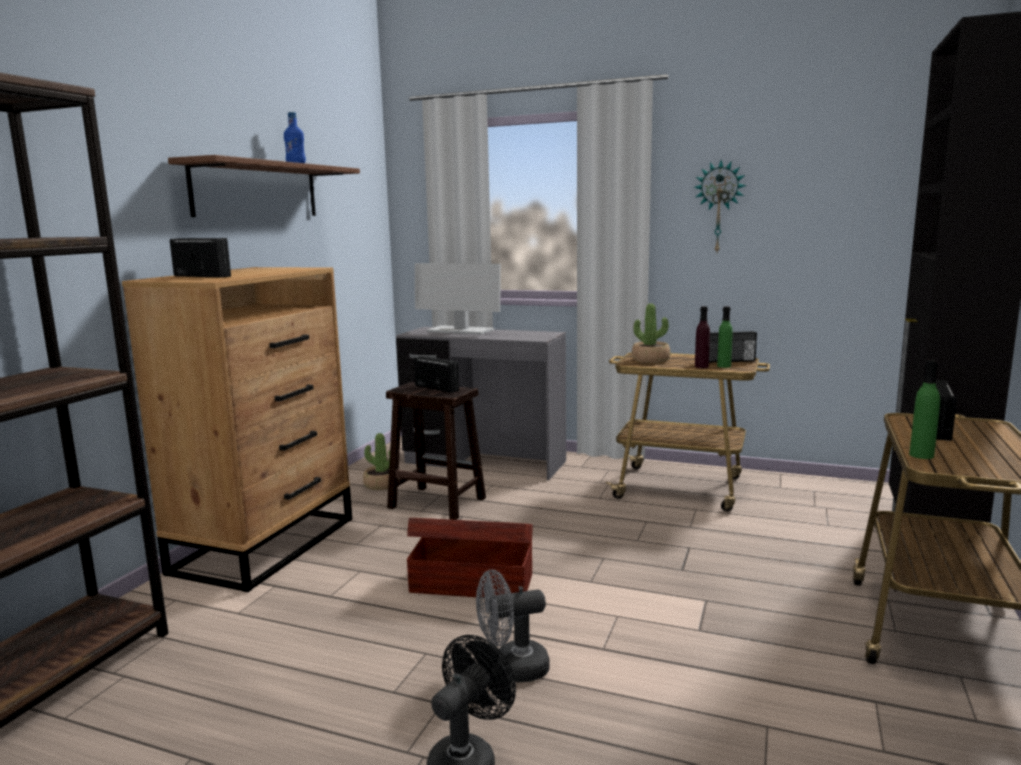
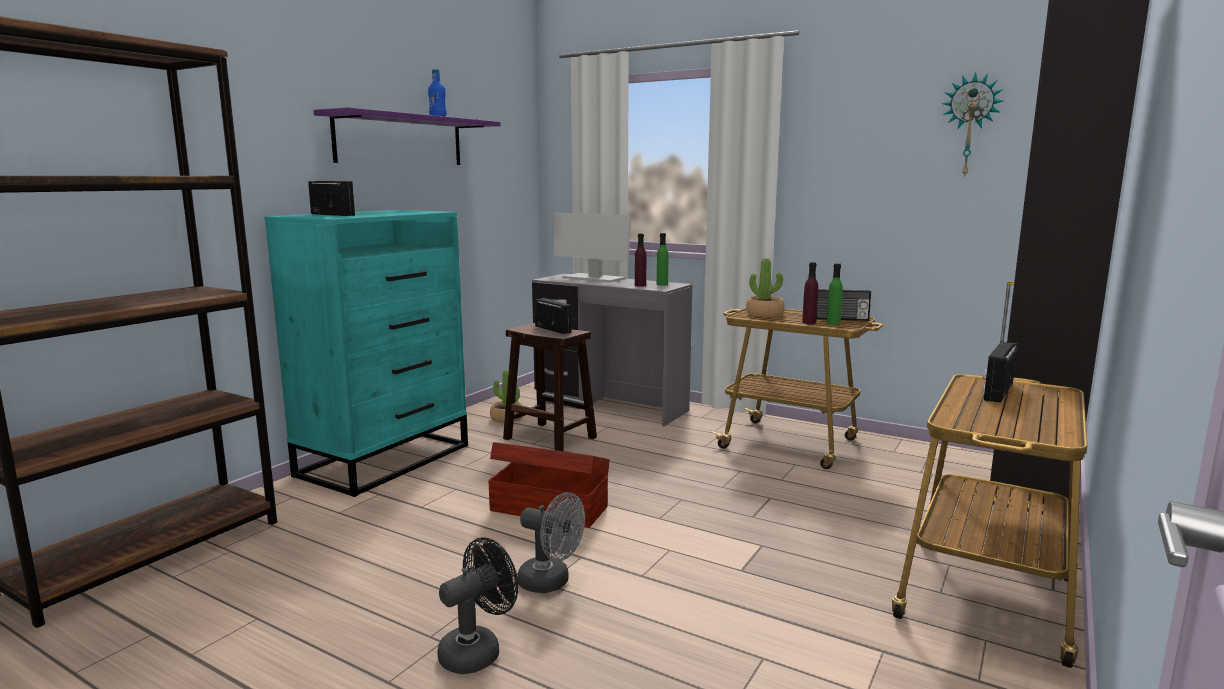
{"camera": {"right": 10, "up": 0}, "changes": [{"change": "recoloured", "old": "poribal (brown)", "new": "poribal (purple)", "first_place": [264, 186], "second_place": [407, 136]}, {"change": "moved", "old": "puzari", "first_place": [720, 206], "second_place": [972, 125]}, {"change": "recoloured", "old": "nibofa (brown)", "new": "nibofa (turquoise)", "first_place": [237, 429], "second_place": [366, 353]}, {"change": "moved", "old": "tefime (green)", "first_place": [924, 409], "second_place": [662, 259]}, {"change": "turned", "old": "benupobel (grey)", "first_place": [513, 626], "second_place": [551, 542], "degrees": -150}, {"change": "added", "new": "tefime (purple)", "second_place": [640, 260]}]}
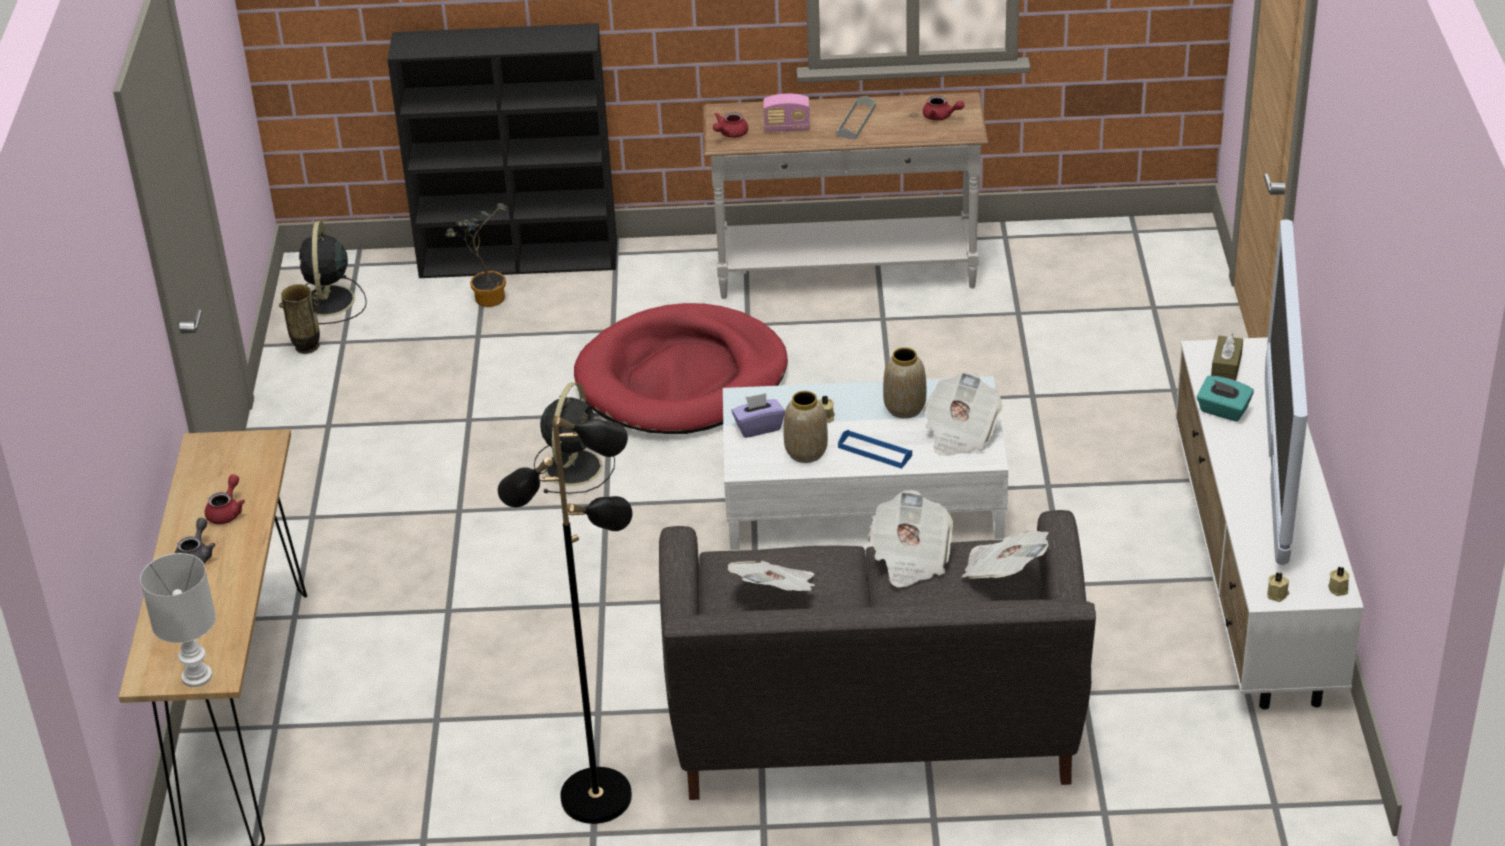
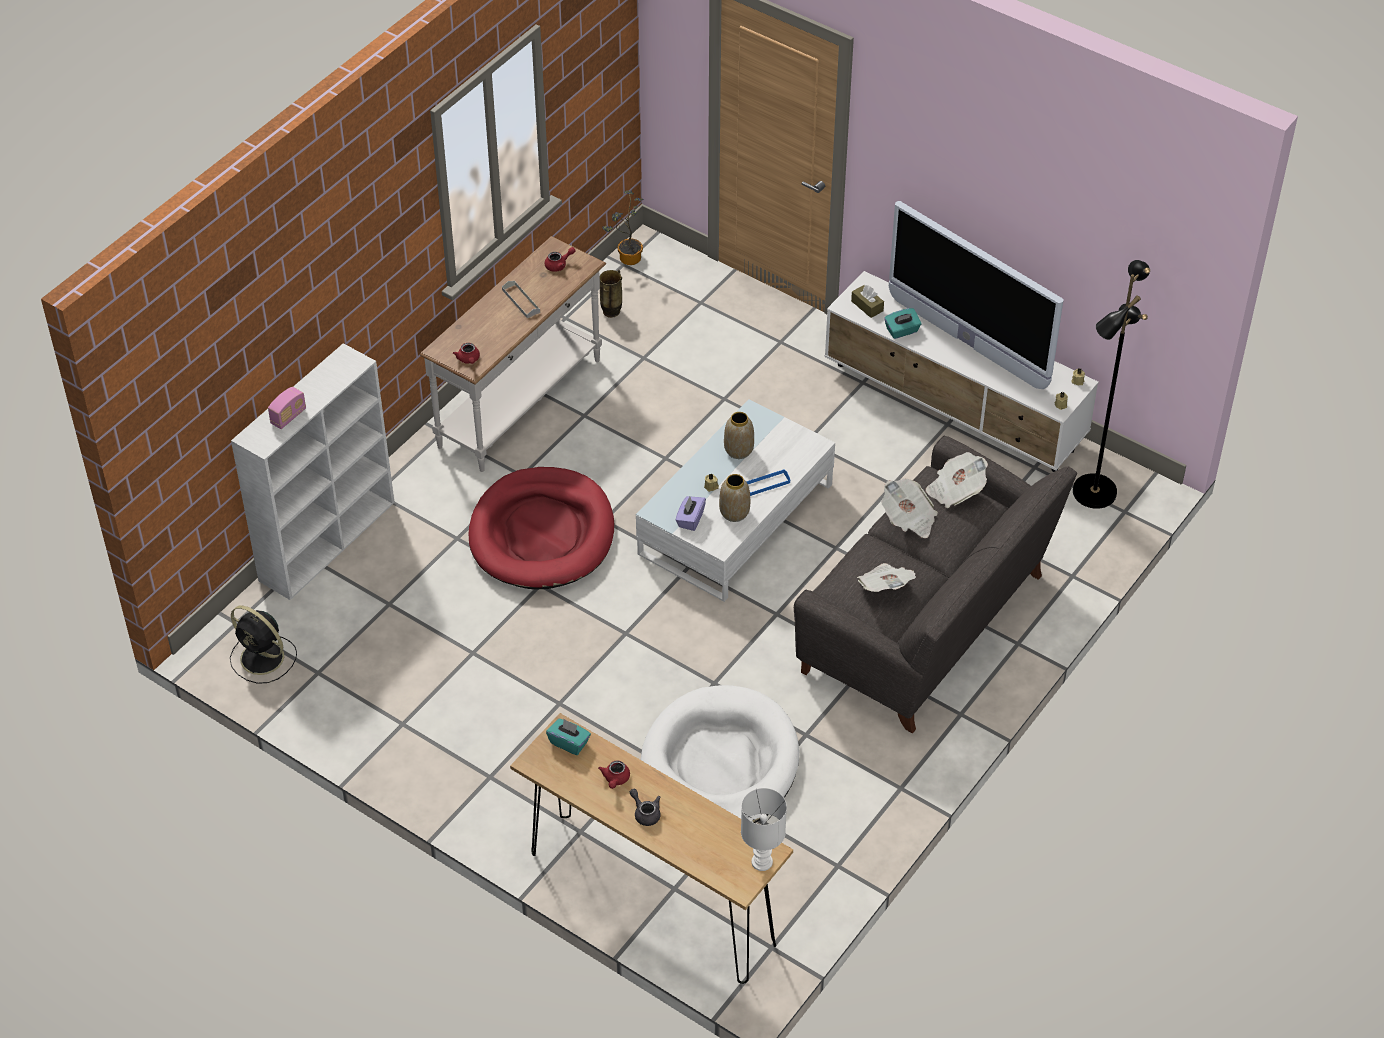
{"camera": {"right": -55, "up": 10}, "changes": [{"change": "recoloured", "old": "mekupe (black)", "new": "mekupe (white)", "first_place": [502, 150], "second_place": [313, 471]}, {"change": "moved", "old": "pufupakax", "first_place": [786, 113], "second_place": [287, 408]}, {"change": "moved", "old": "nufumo", "first_place": [476, 255], "second_place": [623, 227]}, {"change": "moved", "old": "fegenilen", "first_place": [299, 319], "second_place": [611, 294]}, {"change": "removed", "old": "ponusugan", "first_place": [963, 414]}, {"change": "removed", "old": "benupobel (black)", "first_place": [574, 438]}, {"change": "moved", "old": "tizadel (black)", "first_place": [565, 620], "second_place": [1111, 384]}, {"change": "turned", "old": "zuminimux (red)", "first_place": [225, 499], "second_place": [614, 774], "degrees": -135}, {"change": "added", "new": "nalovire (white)", "second_place": [720, 754]}, {"change": "added", "new": "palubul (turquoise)", "second_place": [568, 737]}]}
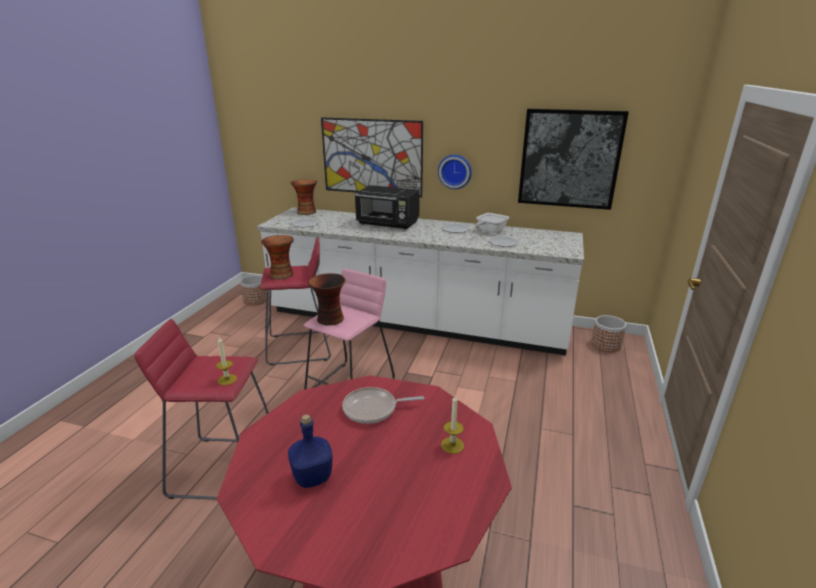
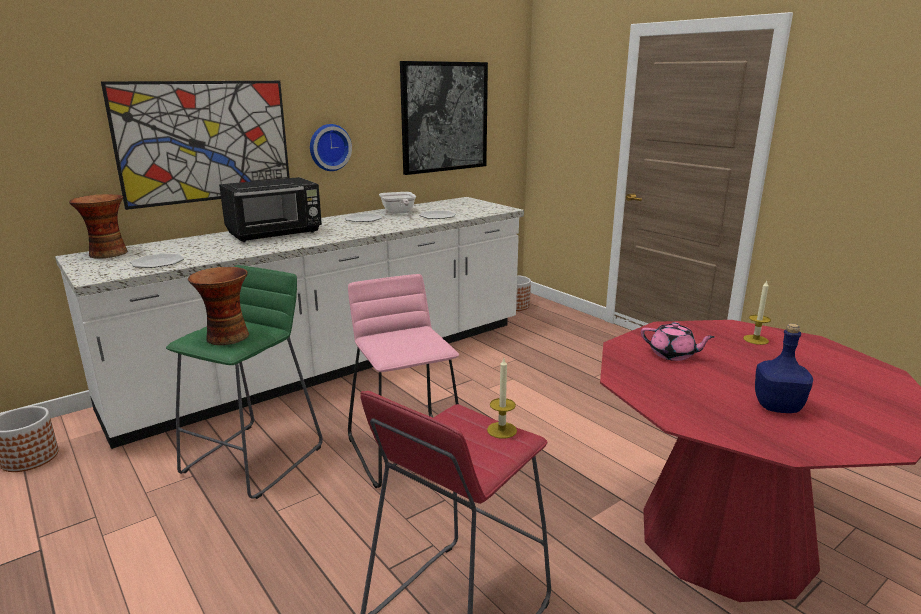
{"camera": {"right": -55, "up": -5}, "changes": [{"change": "recoloured", "old": "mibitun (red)", "new": "mibitun (green)", "first_place": [295, 301], "second_place": [244, 382]}, {"change": "removed", "old": "fegenilen", "first_place": [327, 299]}, {"change": "replaced", "old": "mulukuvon", "new": "zuminimux (pink)", "first_place": [383, 405], "second_place": [678, 341]}]}
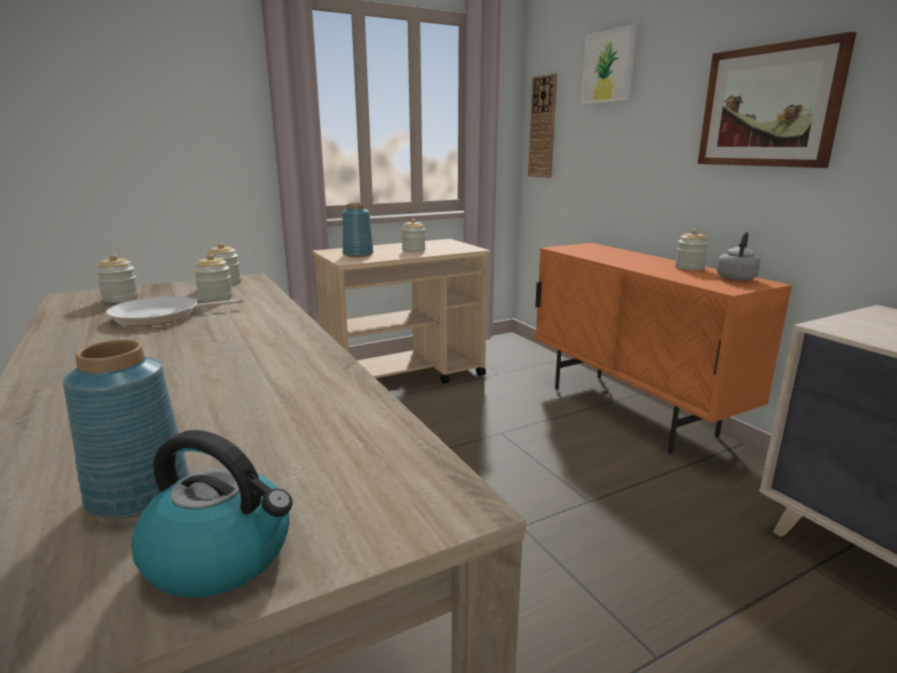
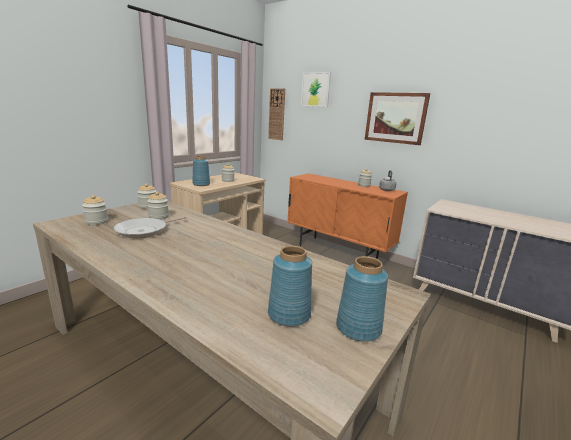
{"camera": {"right": -25, "up": 0}, "changes": [{"change": "replaced", "old": "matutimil", "new": "fegenilen (blue)", "first_place": [211, 514], "second_place": [362, 299]}]}
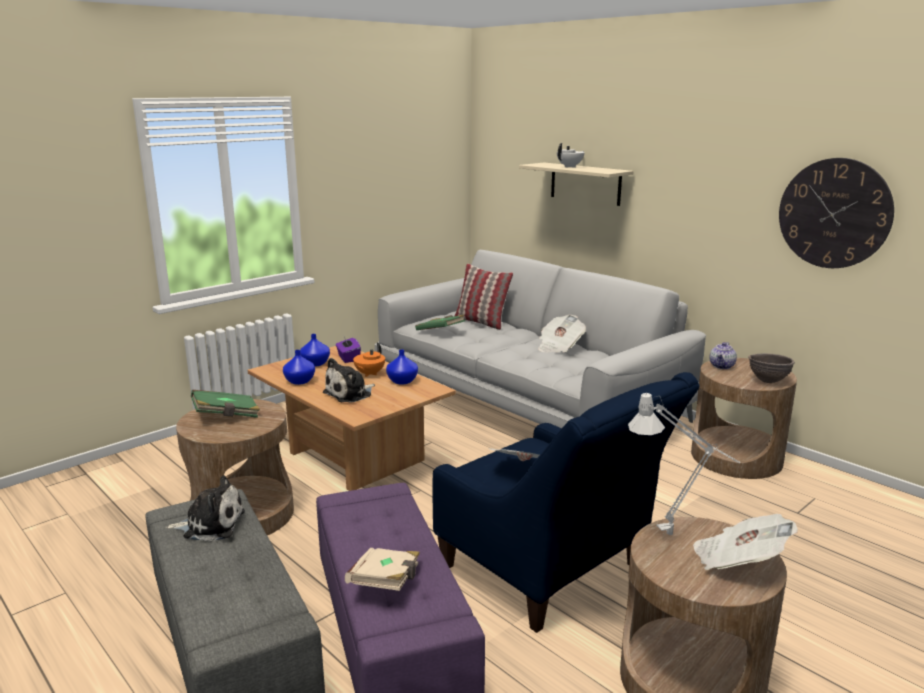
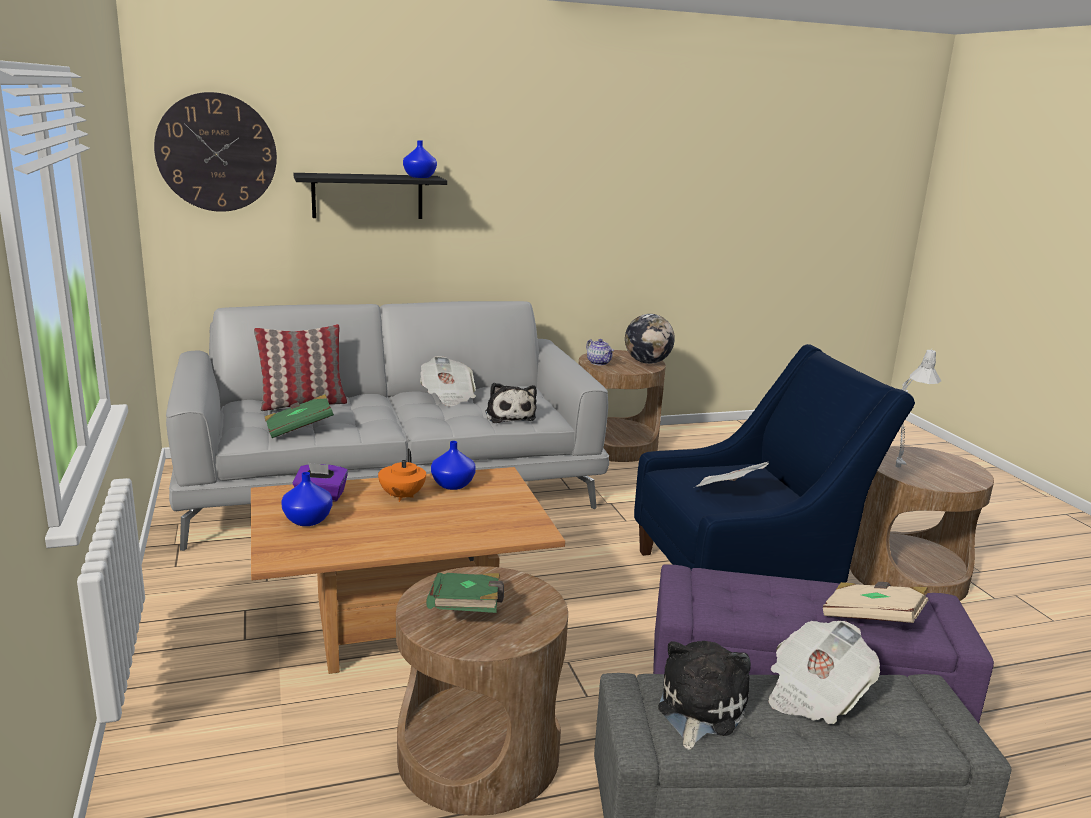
{"camera": {"right": -65, "up": 0}, "changes": [{"change": "removed", "old": "zuminimux (white)", "first_place": [570, 155]}, {"change": "moved", "old": "puzari", "first_place": [836, 213], "second_place": [215, 152]}, {"change": "recoloured", "old": "poribal (beige)", "new": "poribal (black)", "first_place": [576, 184], "second_place": [370, 196]}, {"change": "turned", "old": "zuminimux (orange)", "first_place": [369, 360], "second_place": [402, 475], "degrees": 45}, {"change": "moved", "old": "fegenilen (blue)", "first_place": [299, 367], "second_place": [420, 159]}, {"change": "replaced", "old": "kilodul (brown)", "new": "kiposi", "first_place": [771, 368], "second_place": [650, 339]}, {"change": "moved", "old": "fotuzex", "first_place": [349, 380], "second_place": [511, 403]}, {"change": "moved", "old": "ponusugan", "first_place": [745, 542], "second_place": [824, 672]}]}
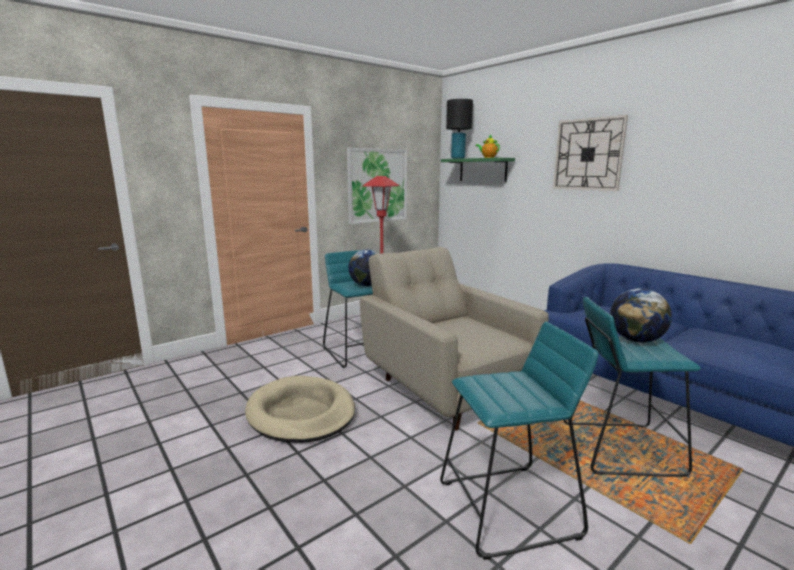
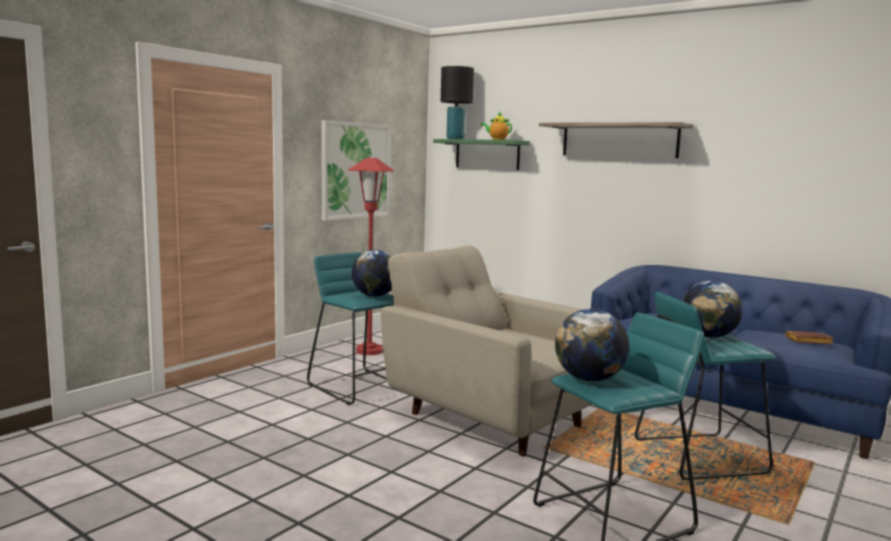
{"camera": {"right": -15, "up": -5}, "changes": [{"change": "replaced", "old": "puzari", "new": "poribal", "first_place": [590, 153], "second_place": [616, 140]}, {"change": "removed", "old": "nalovire (beige)", "first_place": [300, 409]}, {"change": "added", "new": "kiposi", "second_place": [592, 345]}, {"change": "added", "new": "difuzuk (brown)", "second_place": [809, 337]}]}
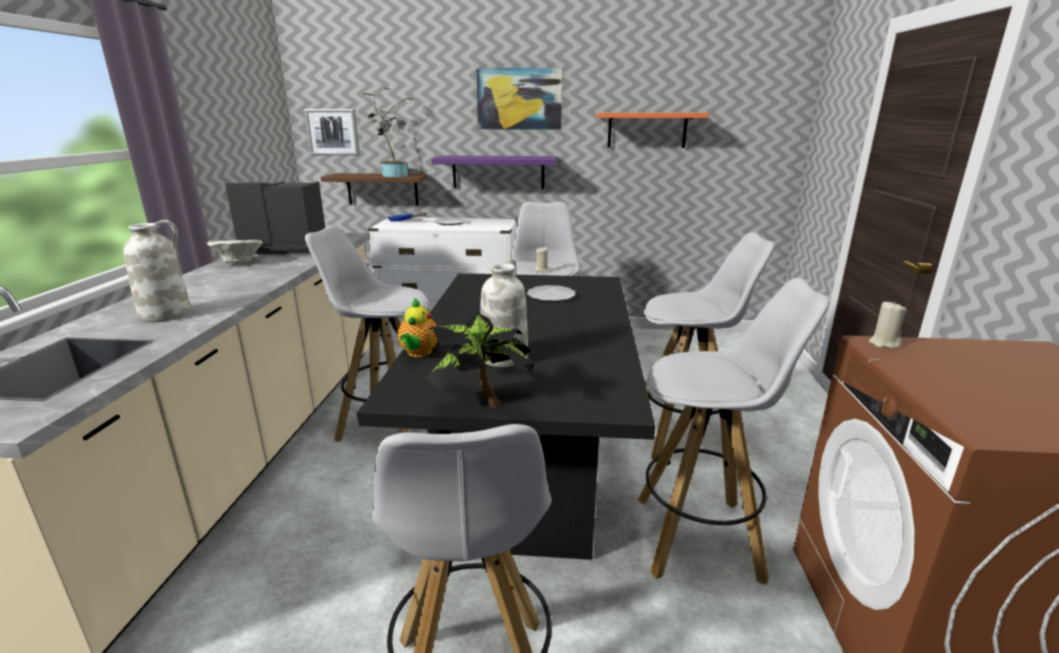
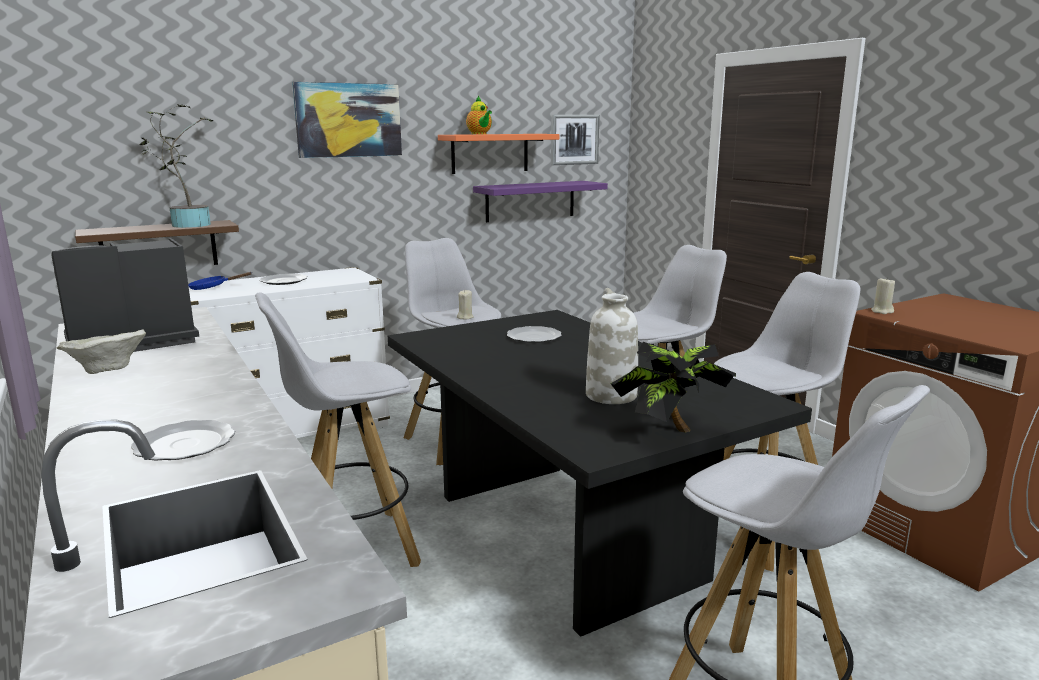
{"camera": {"right": -35, "up": -5}, "changes": [{"change": "moved", "old": "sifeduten", "first_place": [332, 132], "second_place": [575, 140]}, {"change": "moved", "old": "poribal (purple)", "first_place": [494, 172], "second_place": [540, 201]}, {"change": "replaced", "old": "fegenilen (white)", "new": "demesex", "first_place": [157, 271], "second_place": [183, 440]}, {"change": "moved", "old": "zuminimux", "first_place": [417, 328], "second_place": [479, 115]}]}
